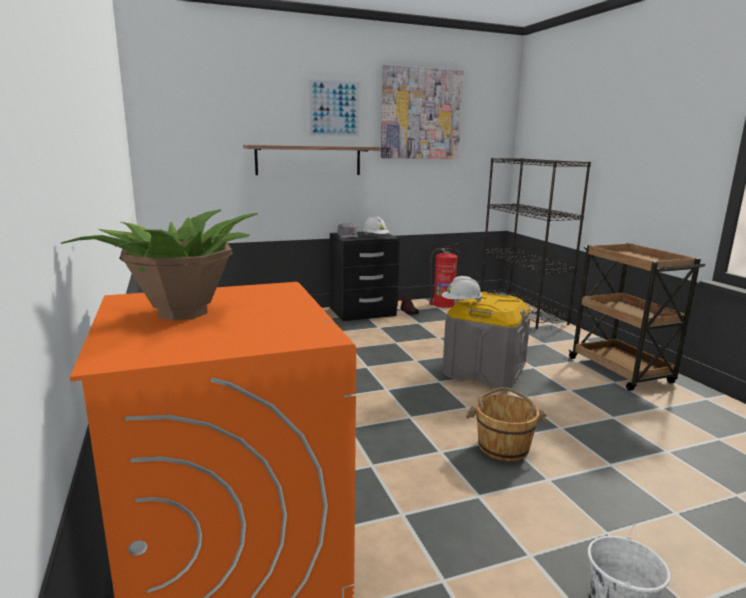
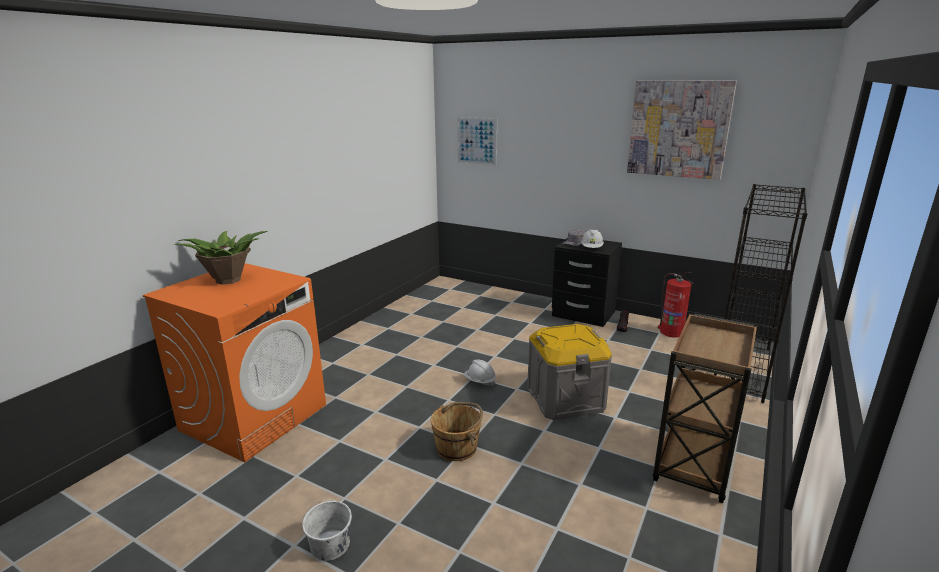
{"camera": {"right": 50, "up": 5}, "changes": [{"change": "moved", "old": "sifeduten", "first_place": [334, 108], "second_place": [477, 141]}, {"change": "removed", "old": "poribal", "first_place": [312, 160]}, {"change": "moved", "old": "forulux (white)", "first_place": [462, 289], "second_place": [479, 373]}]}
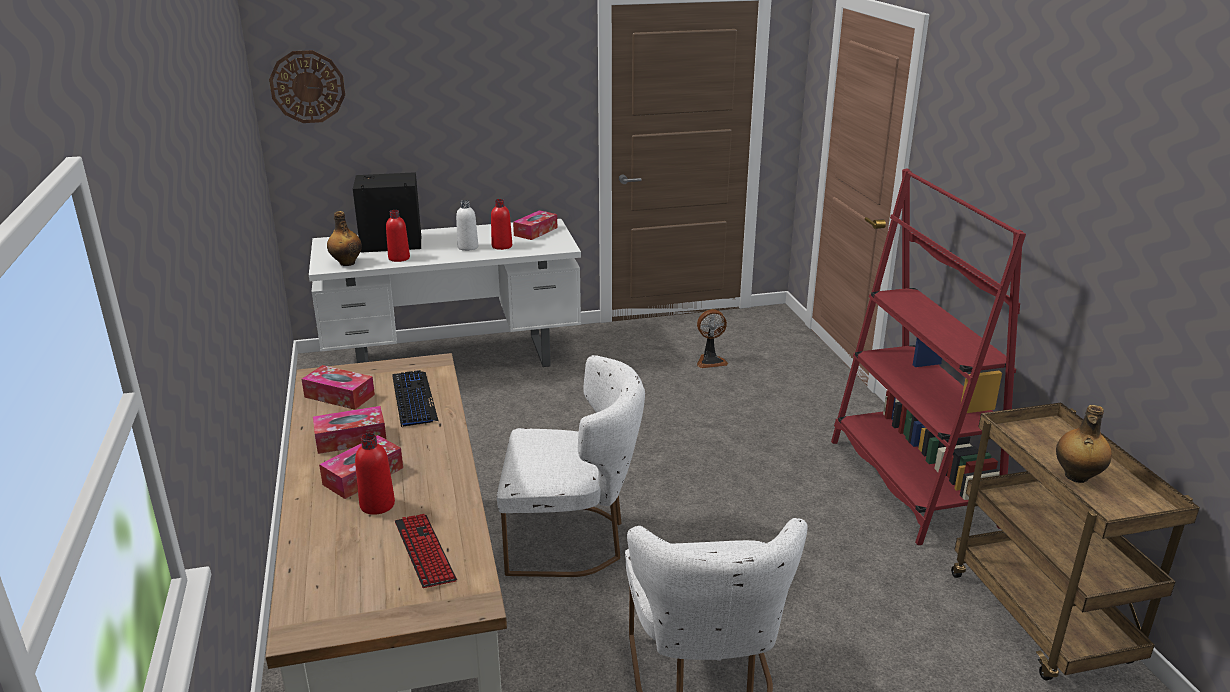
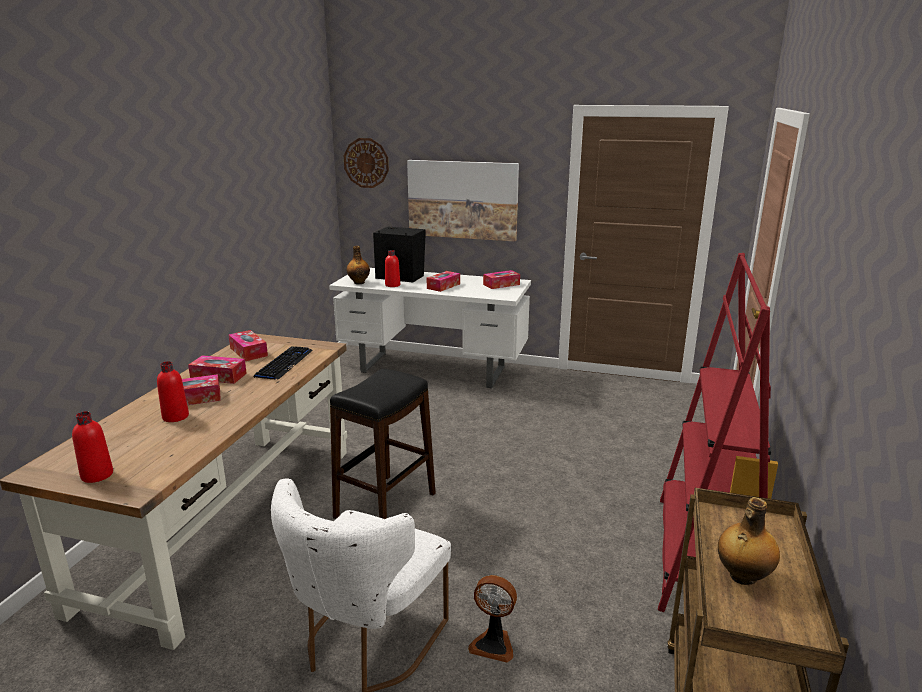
{"camera": {"right": 30, "up": -5}, "changes": [{"change": "moved", "old": "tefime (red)", "first_place": [501, 224], "second_place": [92, 447]}, {"change": "replaced", "old": "tefime (white)", "new": "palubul", "first_place": [467, 225], "second_place": [443, 281]}, {"change": "moved", "old": "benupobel", "first_place": [712, 338], "second_place": [492, 619]}, {"change": "replaced", "old": "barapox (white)", "new": "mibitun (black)", "first_place": [571, 466], "second_place": [383, 443]}, {"change": "removed", "old": "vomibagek", "first_place": [426, 551]}, {"change": "added", "new": "sifeduten", "second_place": [463, 201]}]}
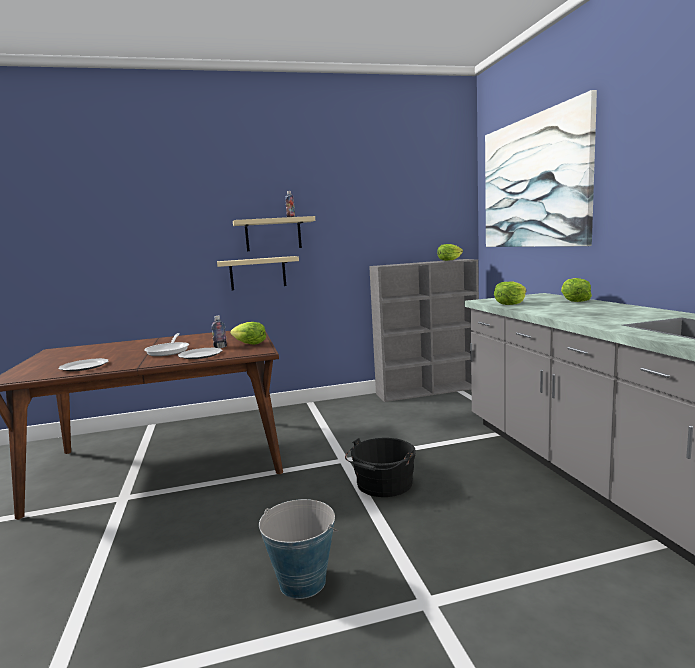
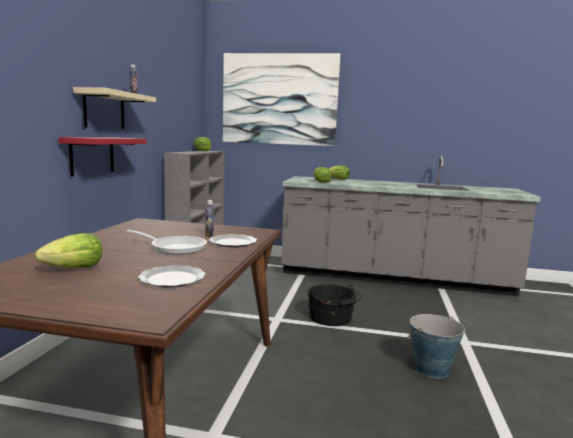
{"camera": {"right": -65, "up": 0}, "changes": [{"change": "recoloured", "old": "poribal (beige)", "new": "poribal (red)", "first_place": [258, 273], "second_place": [102, 157]}, {"change": "moved", "old": "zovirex", "first_place": [248, 333], "second_place": [68, 250]}]}
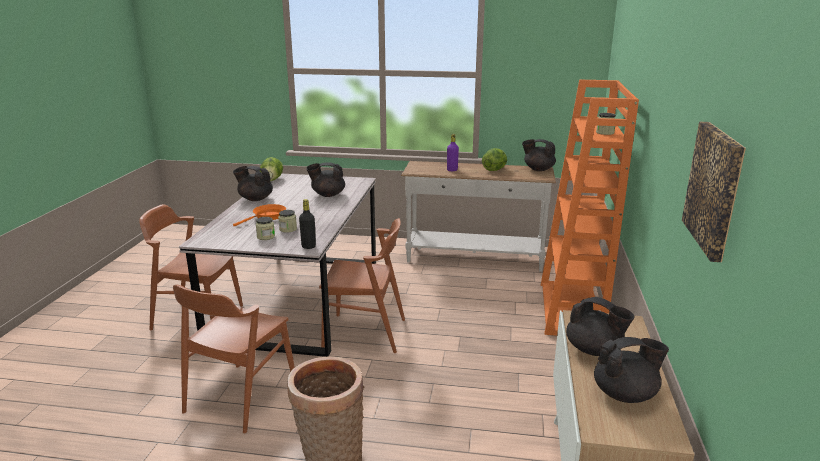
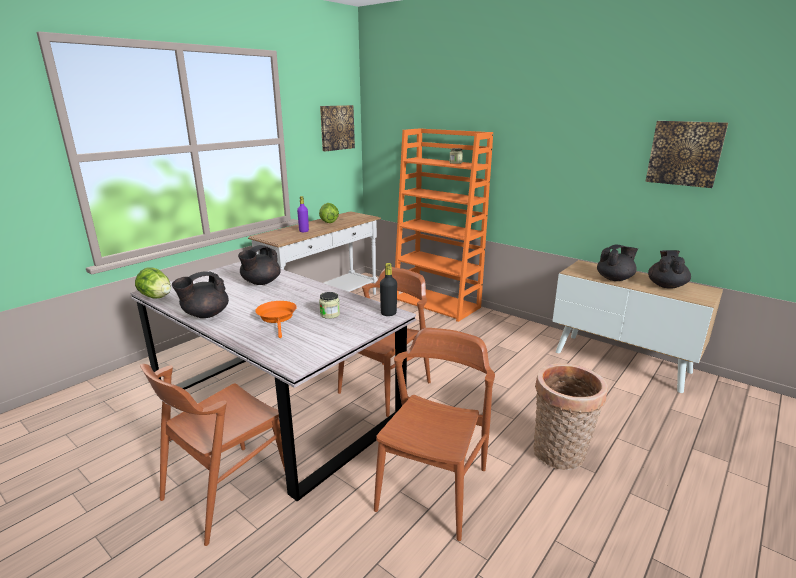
{"camera": {"right": -60, "up": 0}, "changes": [{"change": "removed", "old": "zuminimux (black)", "first_place": [539, 155]}, {"change": "removed", "old": "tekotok", "first_place": [265, 228]}, {"change": "turned", "old": "barapox (brown)", "first_place": [234, 359], "second_place": [434, 434], "degrees": -120}, {"change": "added", "new": "sifeduten", "second_place": [337, 128]}]}
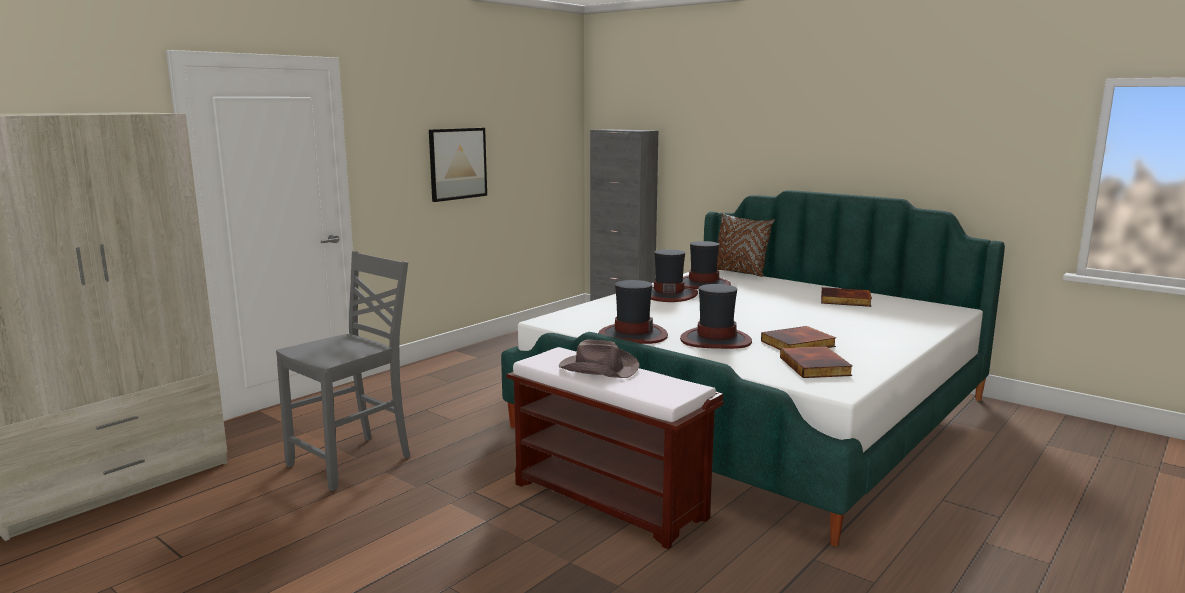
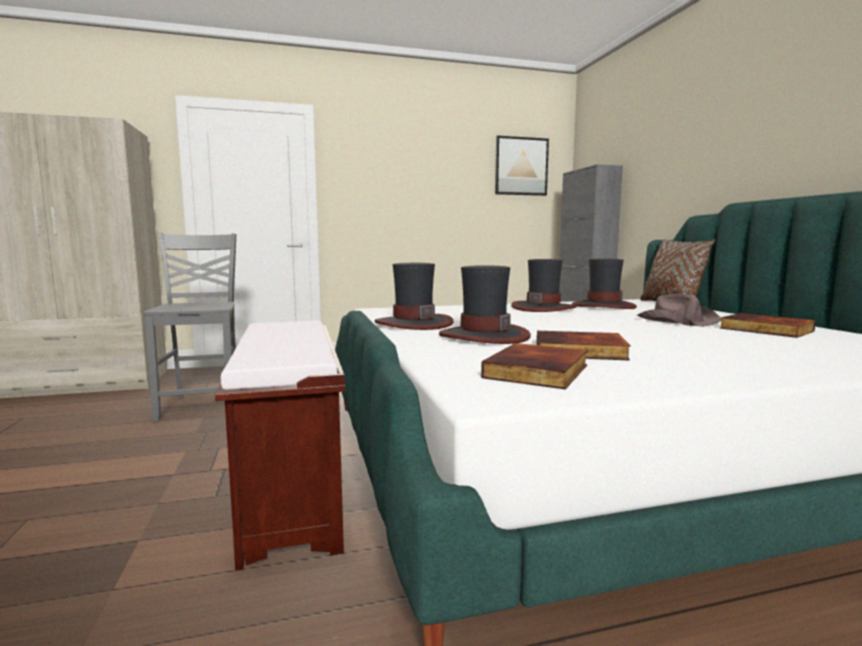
{"camera": {"right": 35, "up": -5}, "changes": [{"change": "moved", "old": "sifeduten", "first_place": [458, 165], "second_place": [522, 166]}, {"change": "turned", "old": "barapox (grey)", "first_place": [343, 371], "second_place": [189, 327], "degrees": -90}, {"change": "moved", "old": "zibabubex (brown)", "first_place": [599, 358], "second_place": [679, 310]}]}
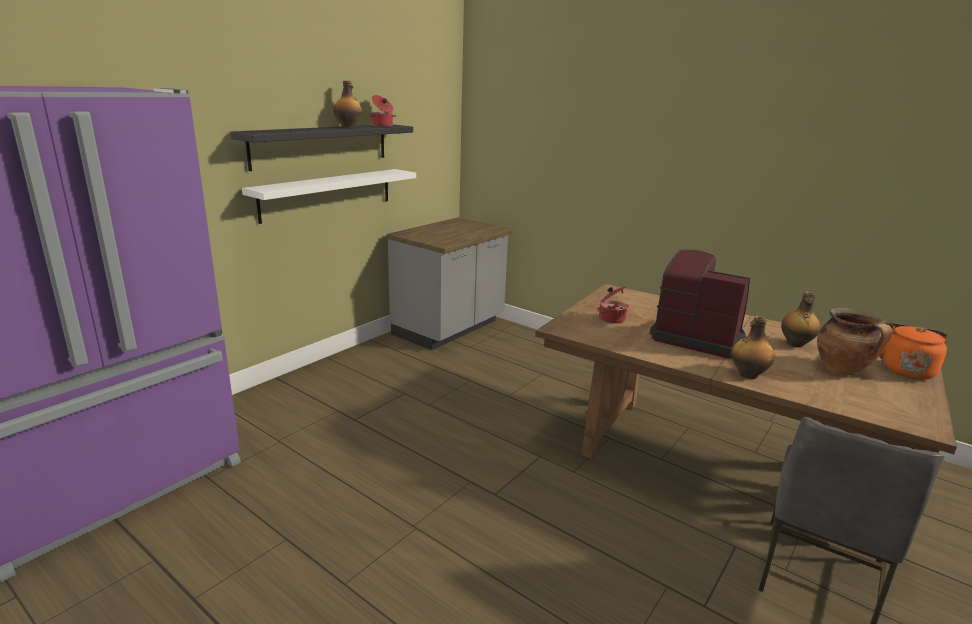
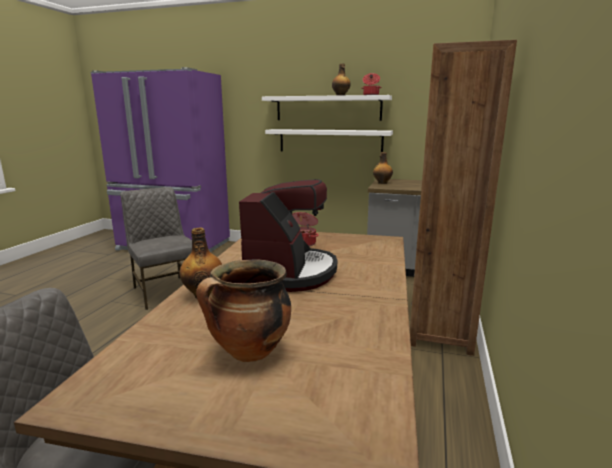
{"camera": {"right": 70, "up": -5}, "changes": [{"change": "recoloured", "old": "poribal (black)", "new": "poribal (white)", "first_place": [322, 147], "second_place": [327, 108]}, {"change": "moved", "old": "tefime", "first_place": [800, 320], "second_place": [383, 168]}, {"change": "removed", "old": "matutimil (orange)", "first_place": [913, 351]}, {"change": "added", "new": "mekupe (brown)", "second_place": [463, 198]}, {"change": "added", "new": "barapox (grey)", "second_place": [156, 248]}]}
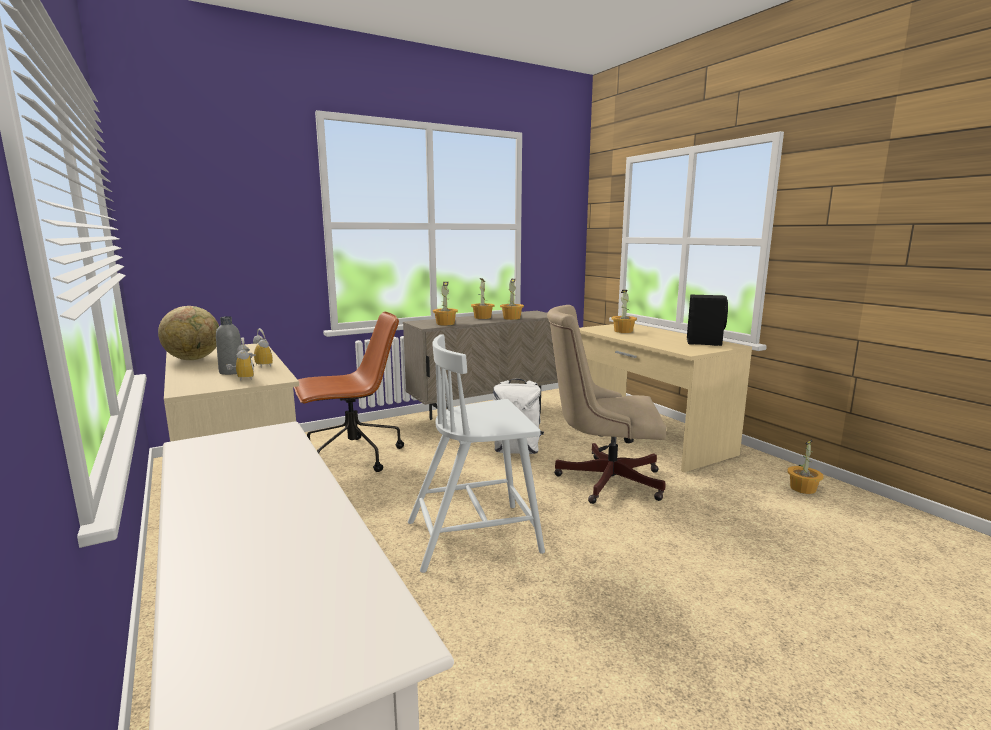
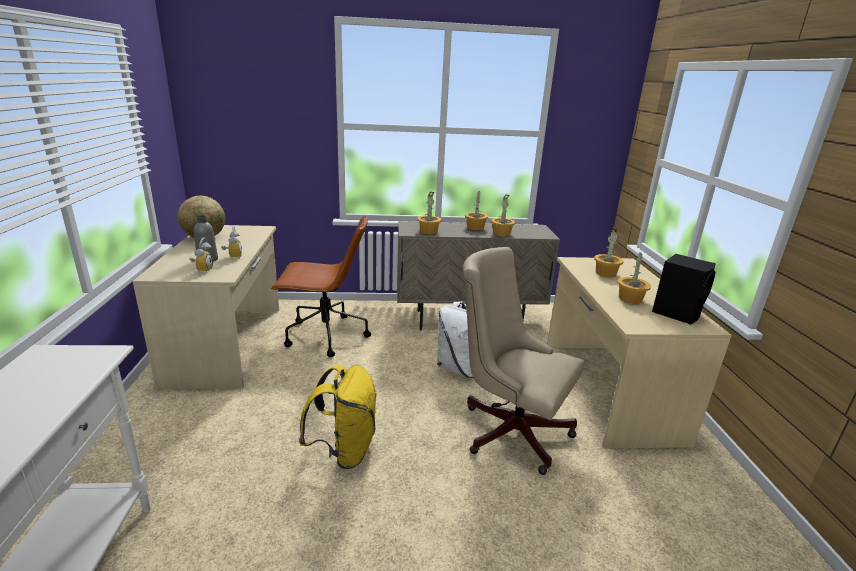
{"camera": {"right": 25, "up": 10}, "changes": [{"change": "replaced", "old": "barapox (white)", "new": "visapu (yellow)", "first_place": [476, 453], "second_place": [338, 417]}, {"change": "moved", "old": "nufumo", "first_place": [805, 466], "second_place": [634, 278]}]}
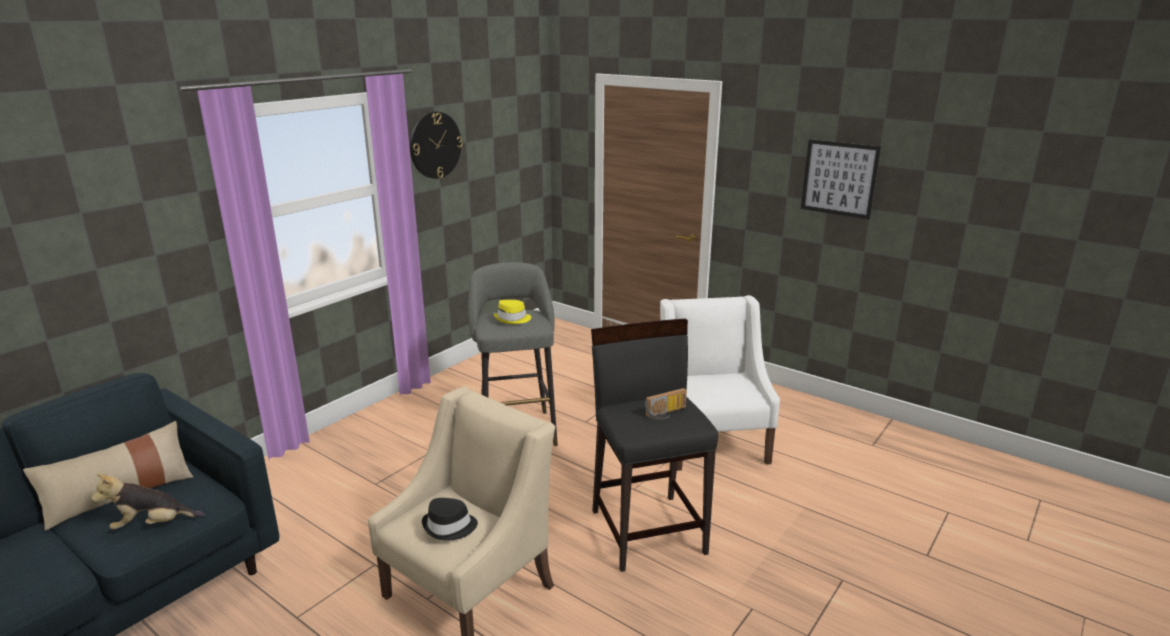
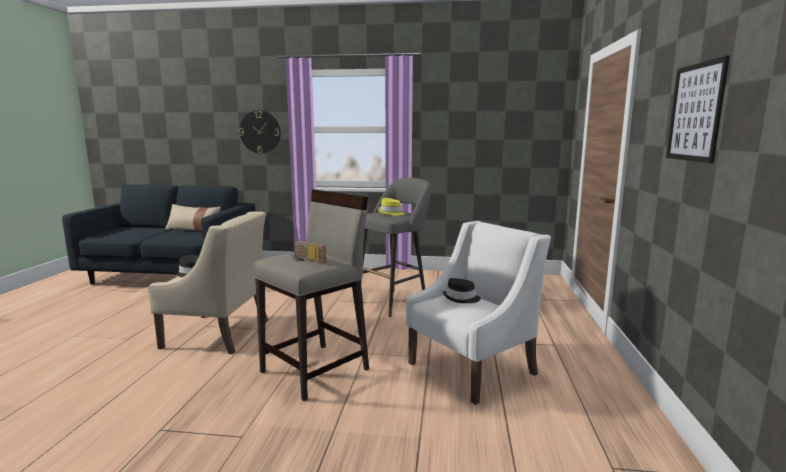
{"camera": {"right": 60, "up": -10}, "changes": [{"change": "moved", "old": "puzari", "first_place": [436, 145], "second_place": [260, 132]}, {"change": "recoloured", "old": "mibitun (black)", "new": "mibitun (beige)", "first_place": [654, 445], "second_place": [311, 295]}, {"change": "removed", "old": "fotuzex", "first_place": [148, 502]}, {"change": "added", "new": "zibabubex (black)", "second_place": [461, 290]}]}
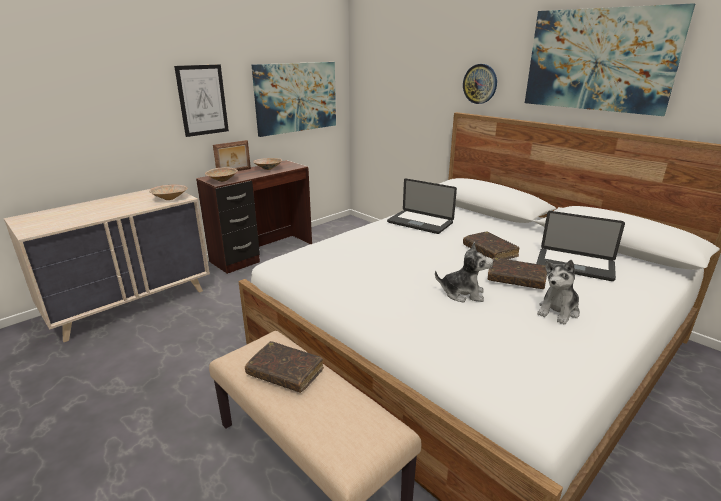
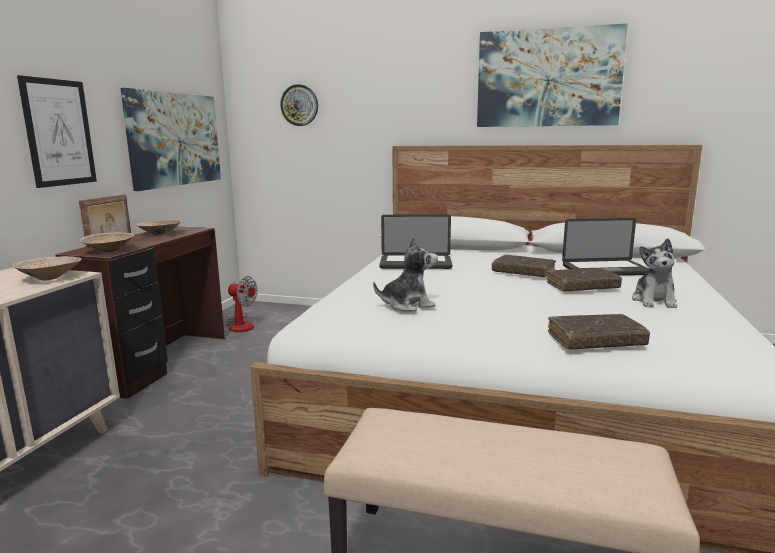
{"camera": {"right": -30, "up": -10}, "changes": [{"change": "moved", "old": "puzari", "first_place": [480, 84], "second_place": [299, 105]}, {"change": "moved", "old": "fotuzex", "first_place": [464, 272], "second_place": [405, 274]}, {"change": "moved", "old": "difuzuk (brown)", "first_place": [284, 367], "second_place": [599, 331]}, {"change": "added", "new": "benupobel", "second_place": [241, 304]}]}
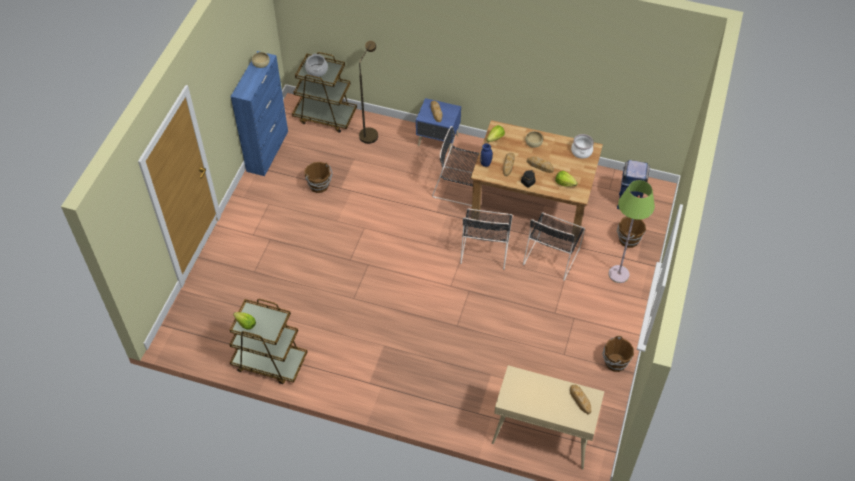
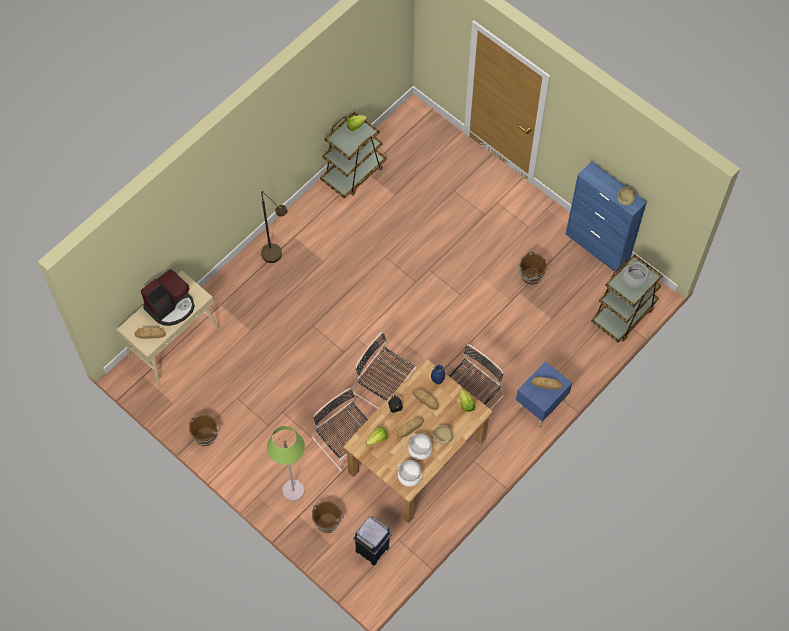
{"camera": {"right": 115, "up": 10}, "changes": [{"change": "moved", "old": "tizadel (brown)", "first_place": [368, 92], "second_place": [274, 227]}, {"change": "added", "new": "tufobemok", "second_place": [167, 297]}, {"change": "added", "new": "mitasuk", "second_place": [420, 446]}]}
